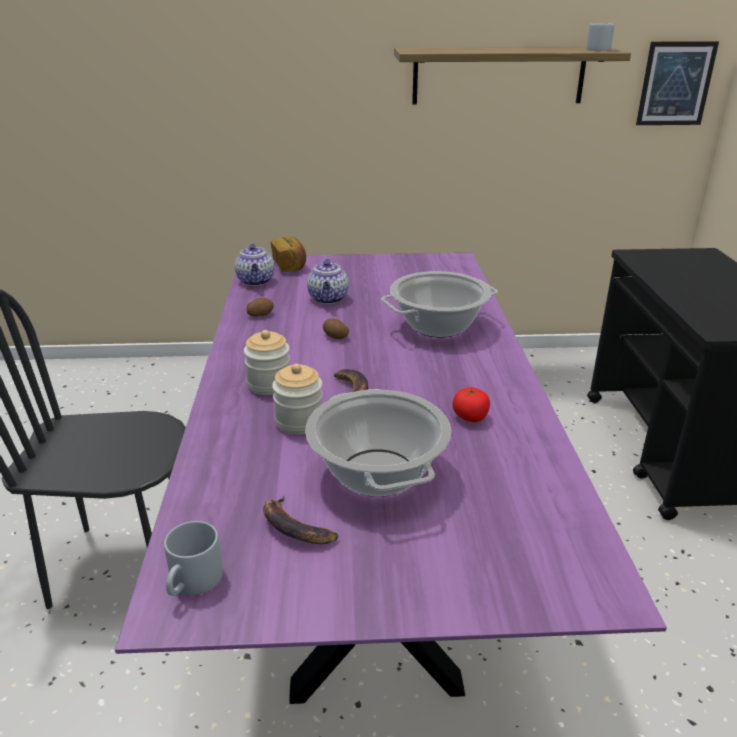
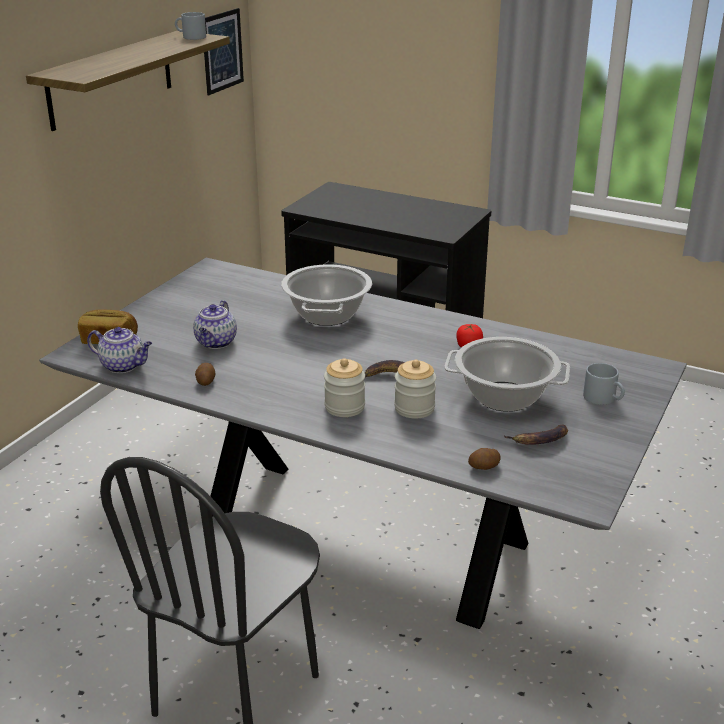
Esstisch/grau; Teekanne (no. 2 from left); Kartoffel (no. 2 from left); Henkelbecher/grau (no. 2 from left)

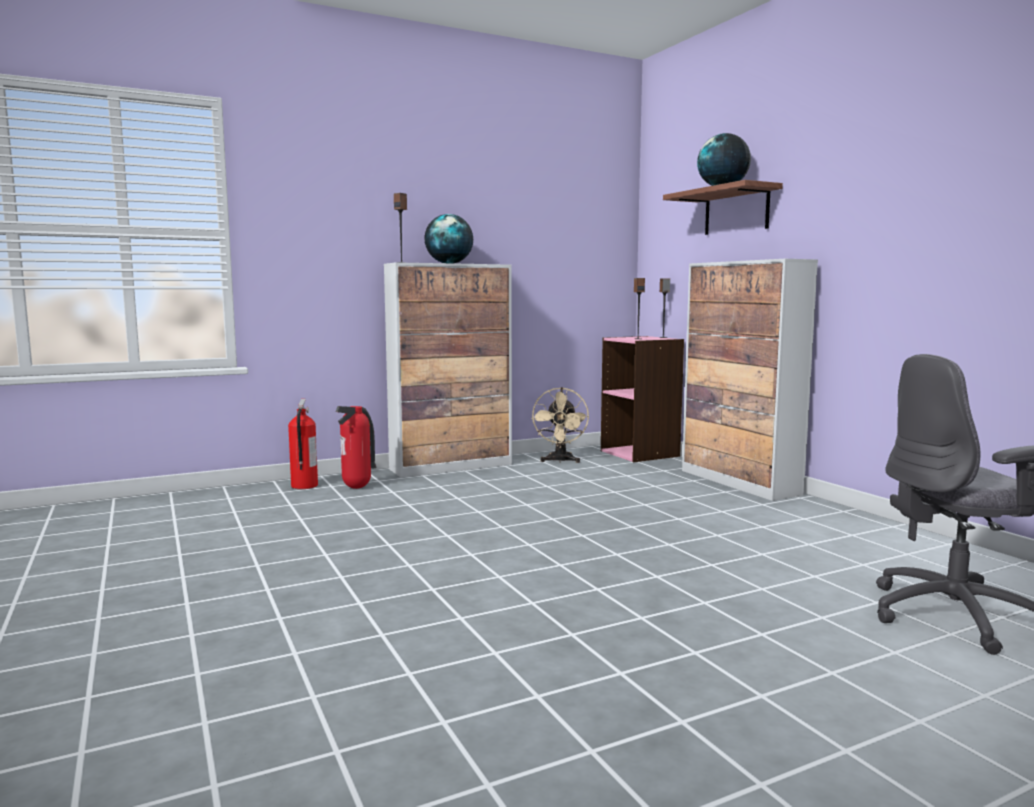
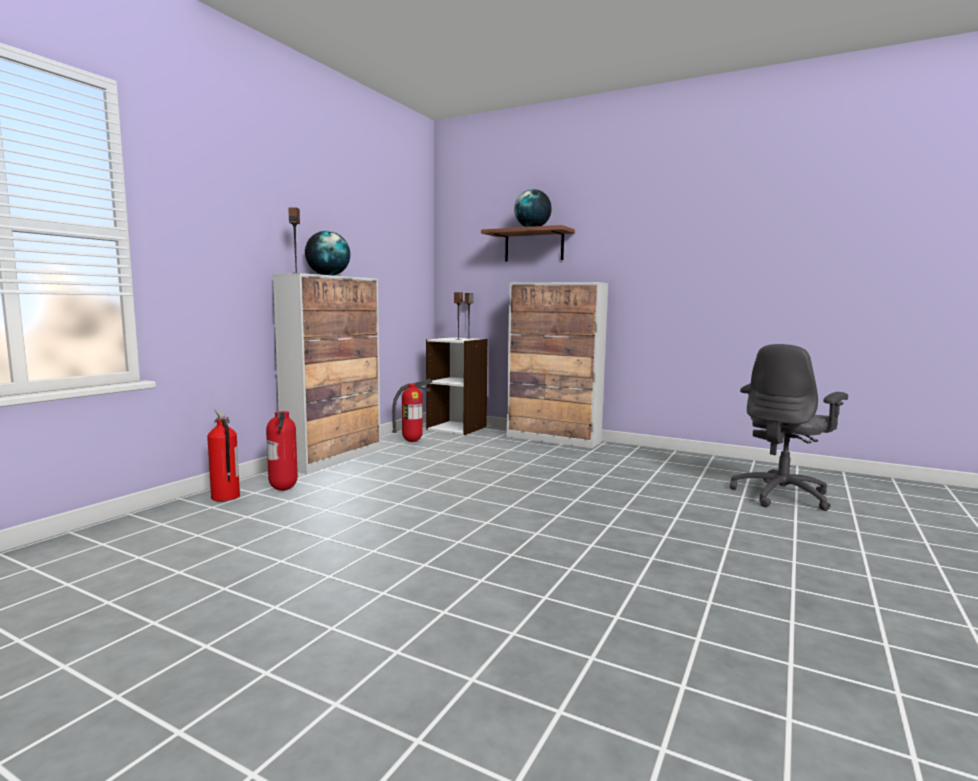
Bücherregal/weiß; Feuerlöscher (no. 3 from left)

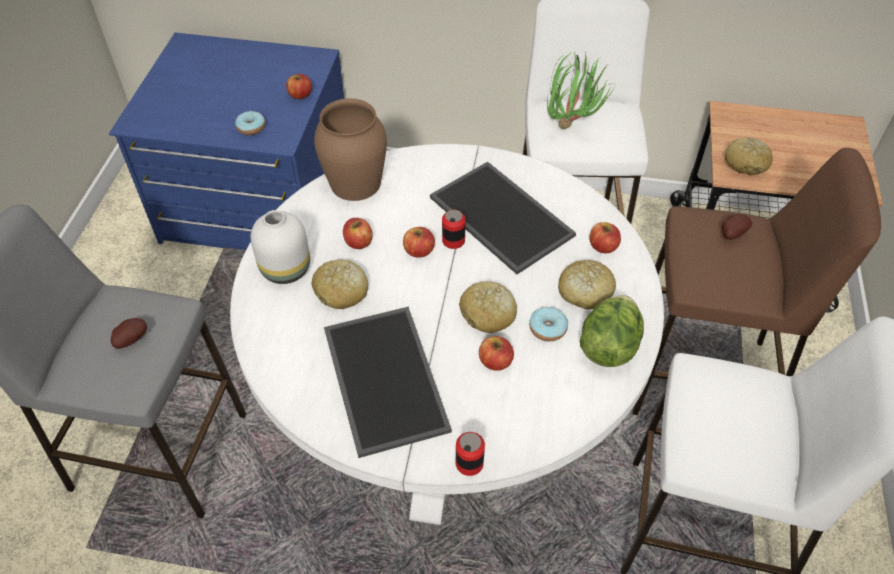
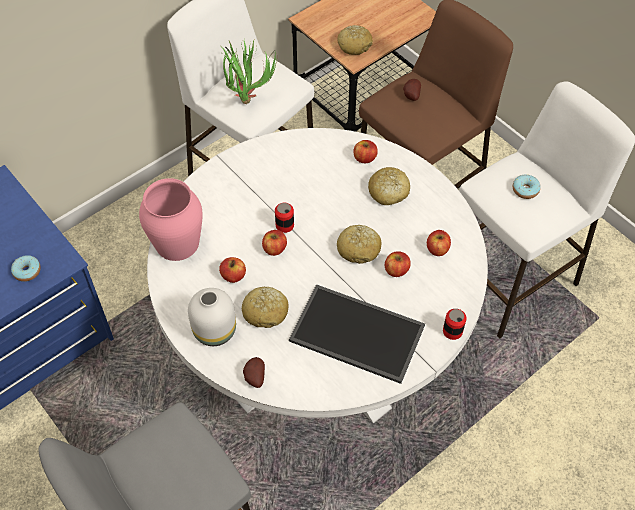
Apfel (no. 5 from left); Vase/rosa; Tablett (no. 2 from left in the first image); Salatkopf; Donut (no. 2 from left); Kartoffel (no. 1 from left)

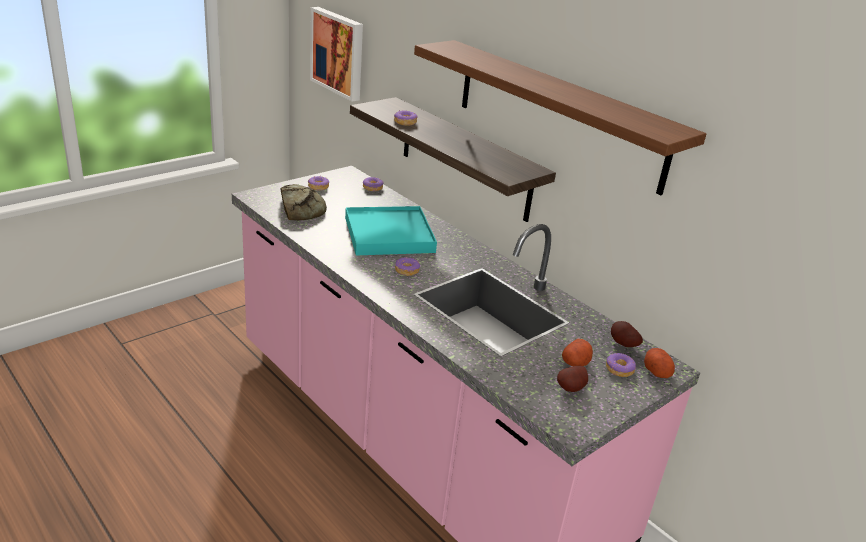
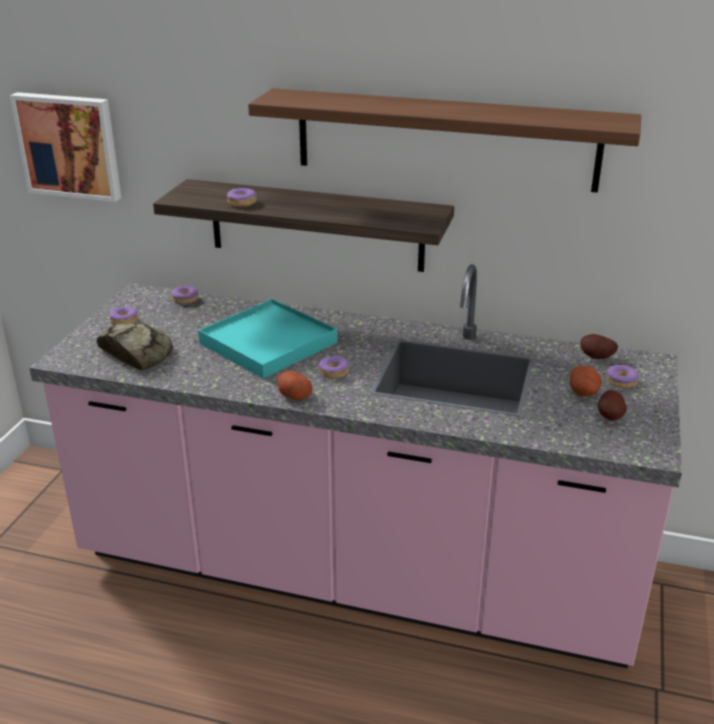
Kartoffel (no. 1 from left)

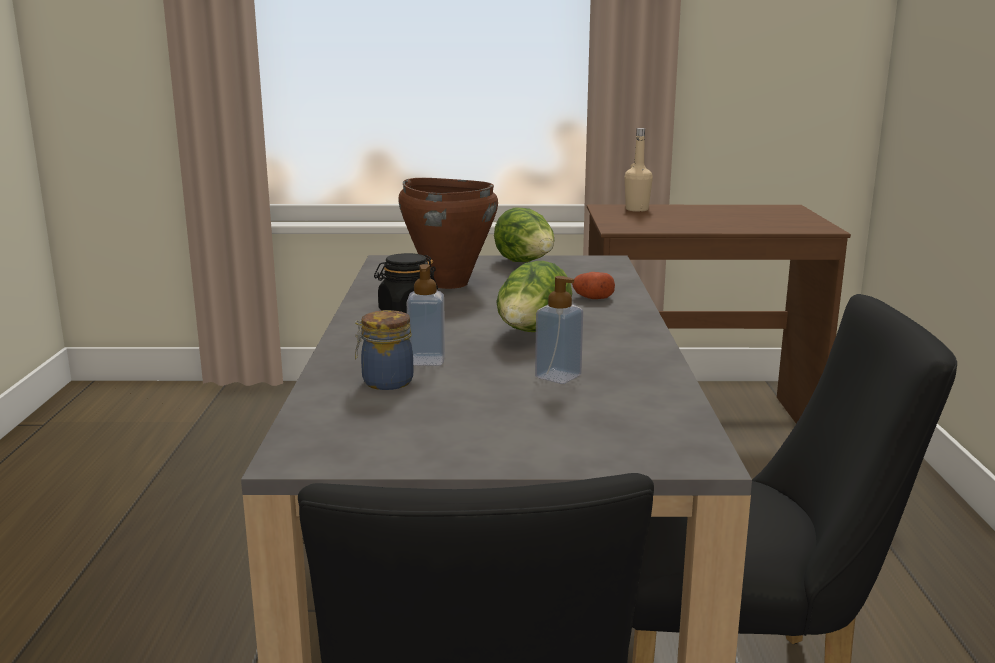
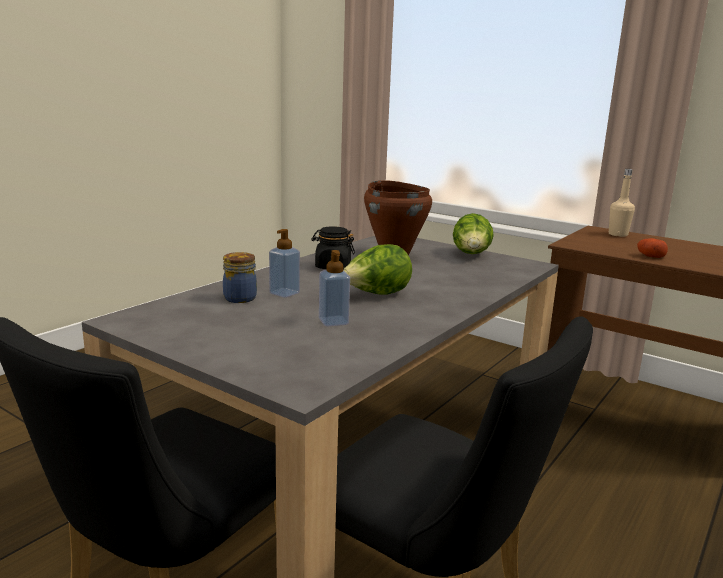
Kartoffel

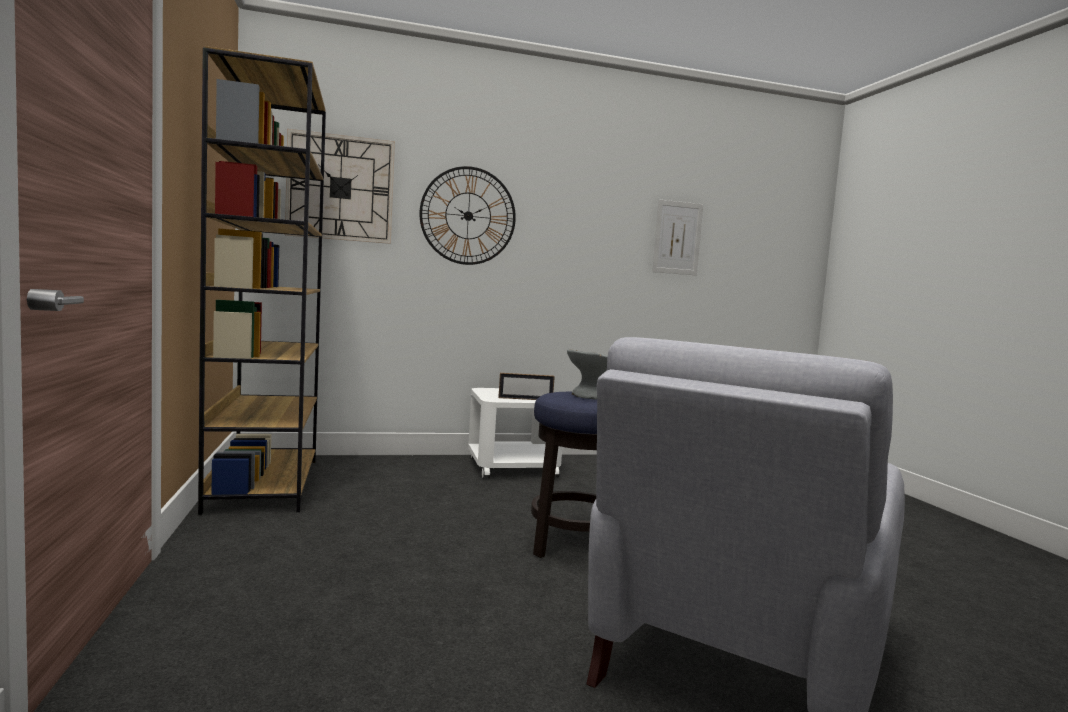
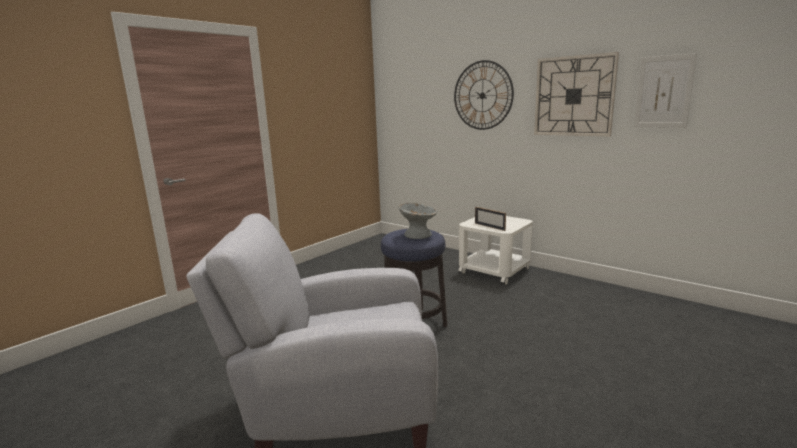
Bücherregal/braun; Wanduhr (no. 2 from left)

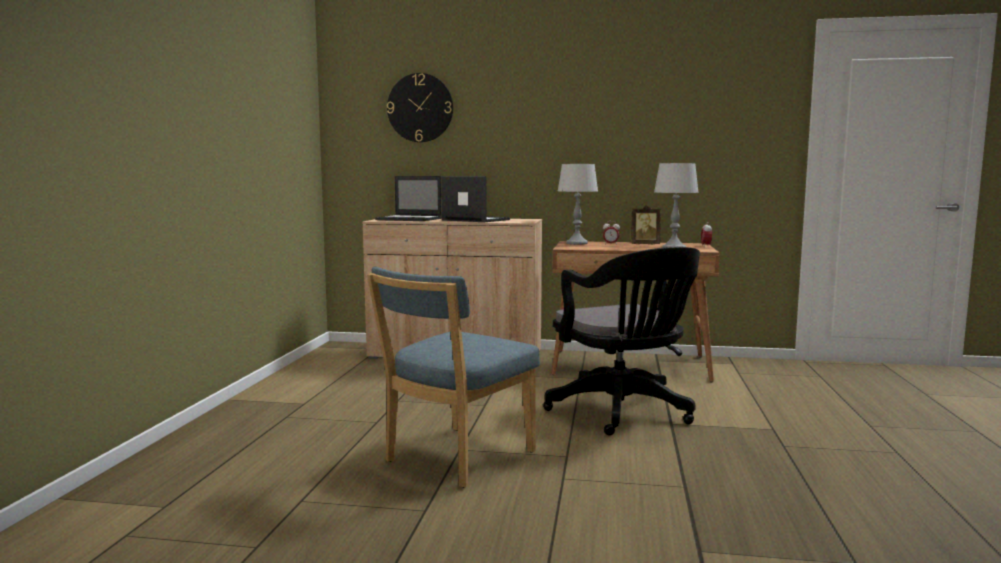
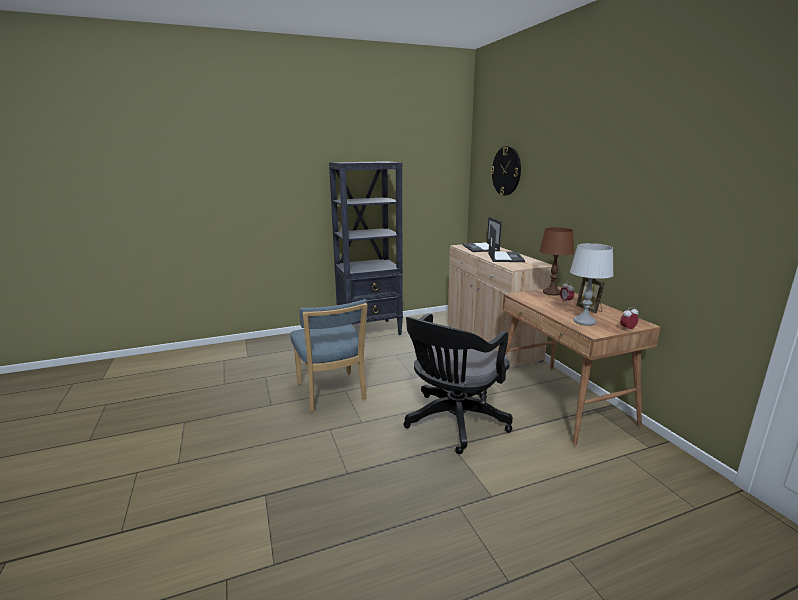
Tischlampe/braun; Stuhl/blau; Bücherregal/schwarz

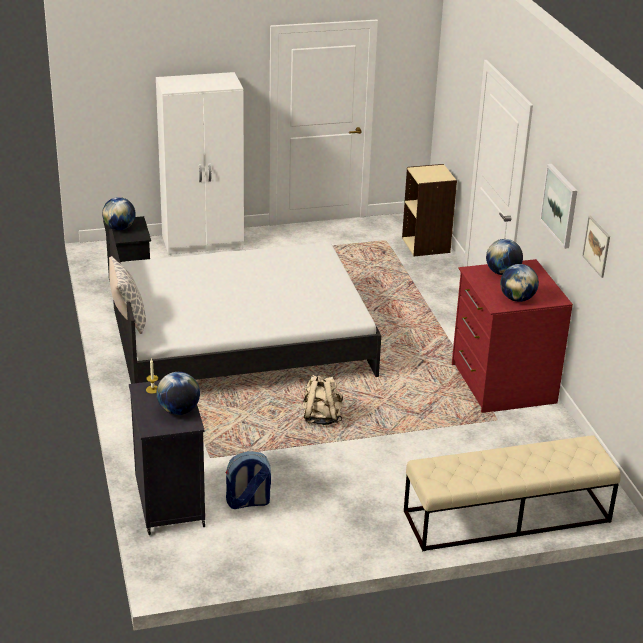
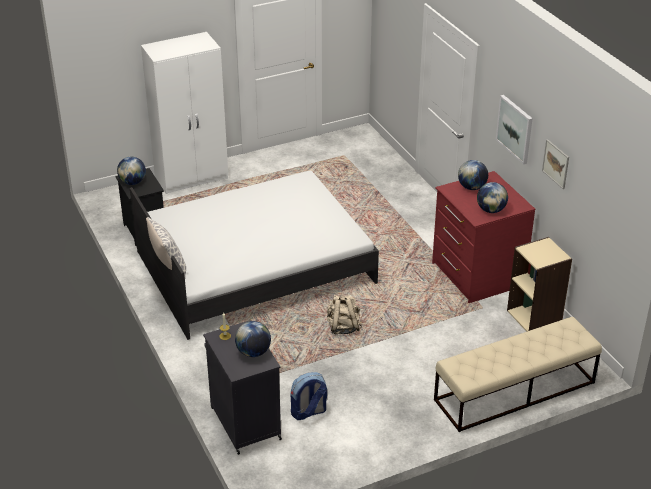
Bücherregal/beige

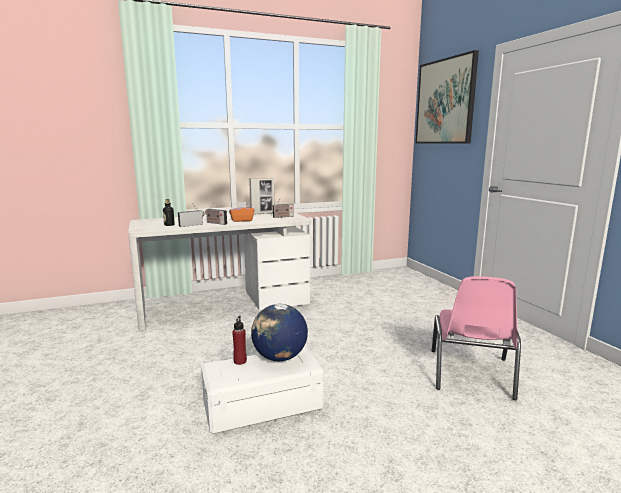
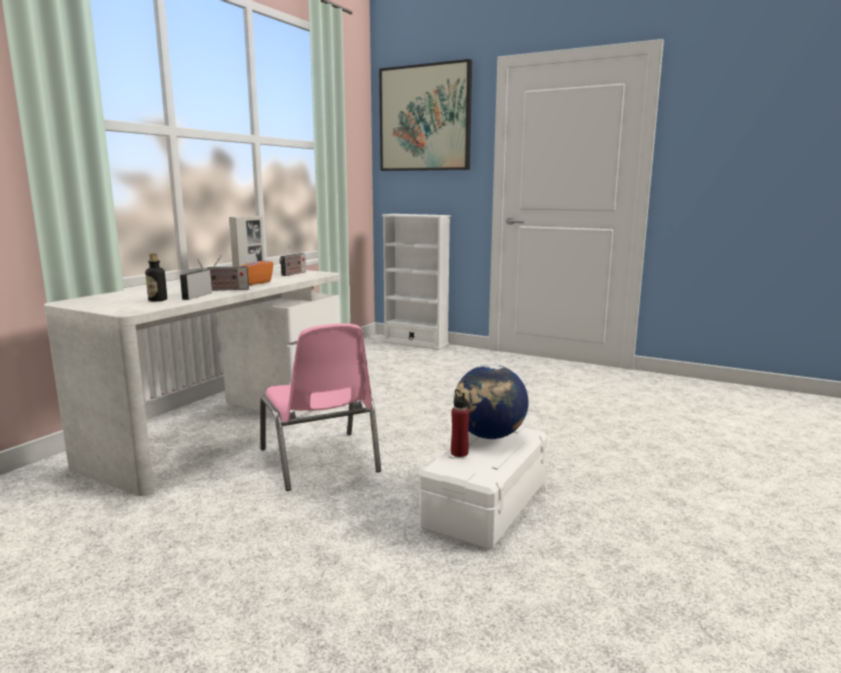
Stuhl/rosa; Bücherregal/weiß

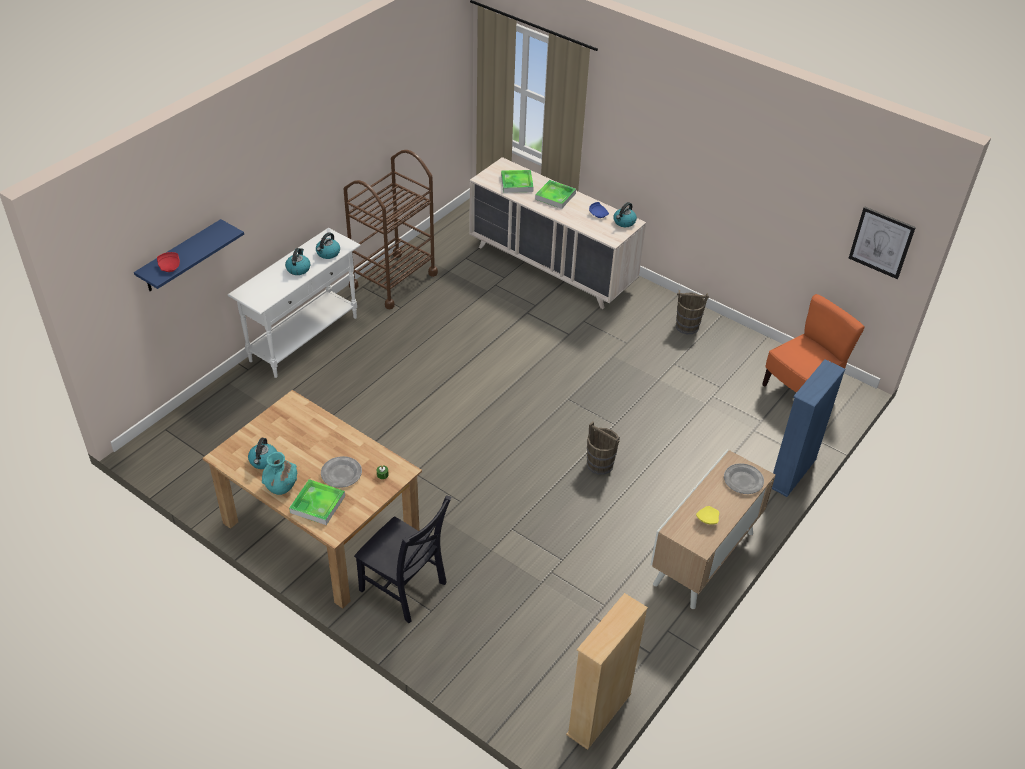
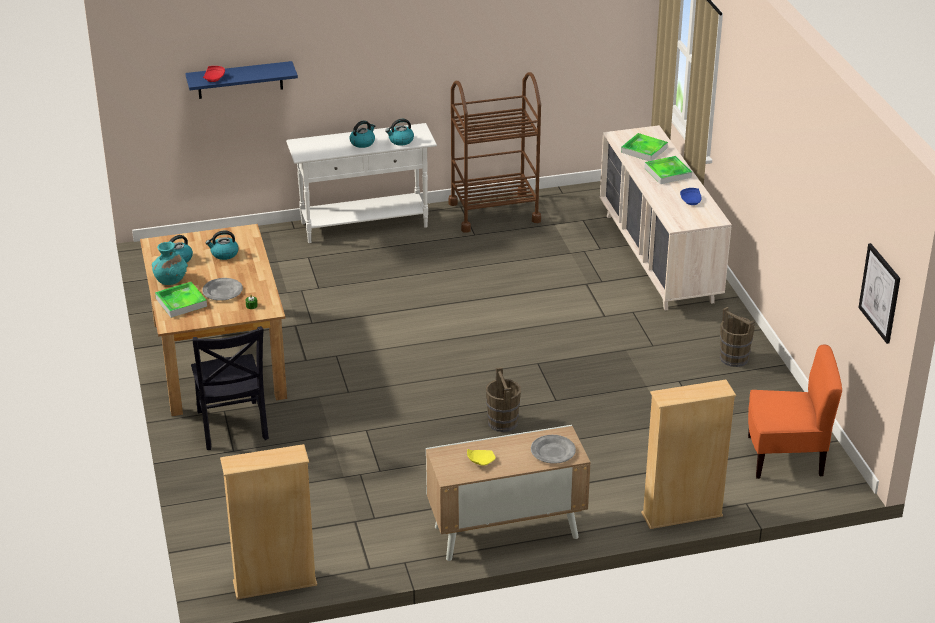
Wasserkessel (no. 2 from left); Bücherregal/beige (no. 2 from left)

